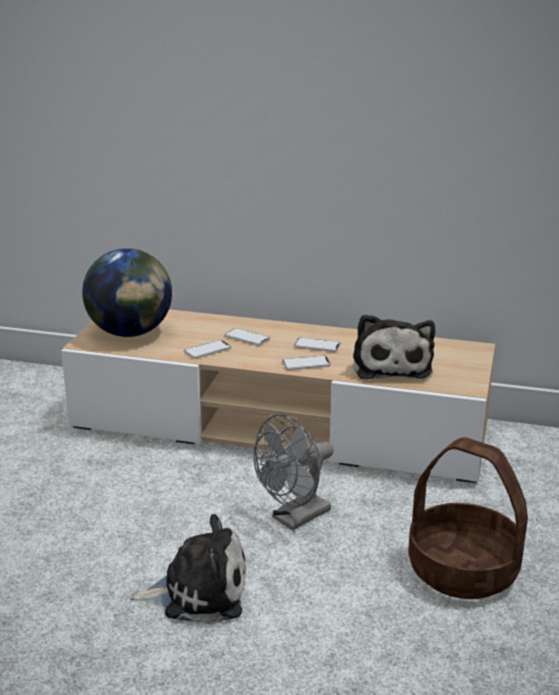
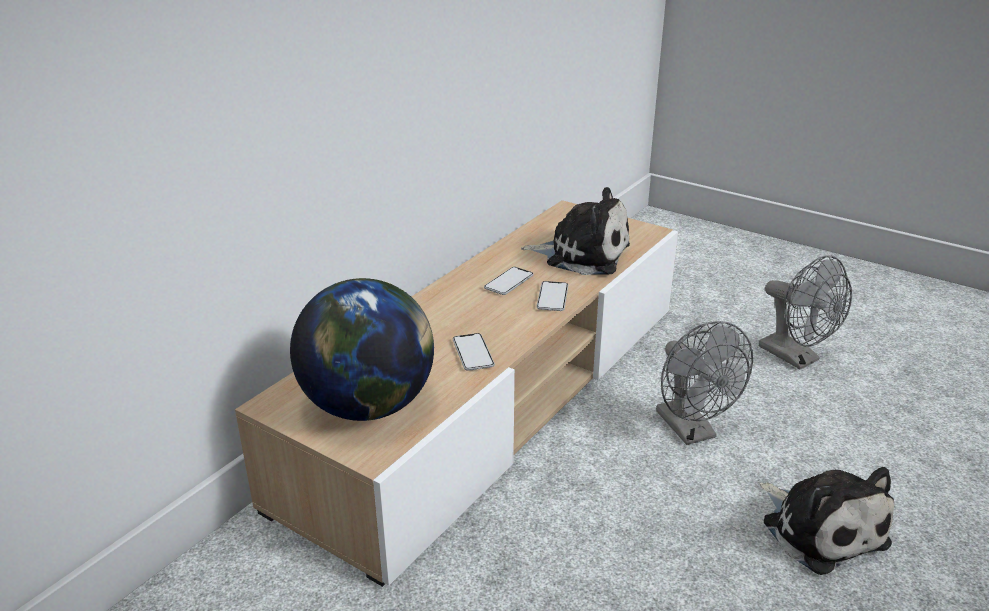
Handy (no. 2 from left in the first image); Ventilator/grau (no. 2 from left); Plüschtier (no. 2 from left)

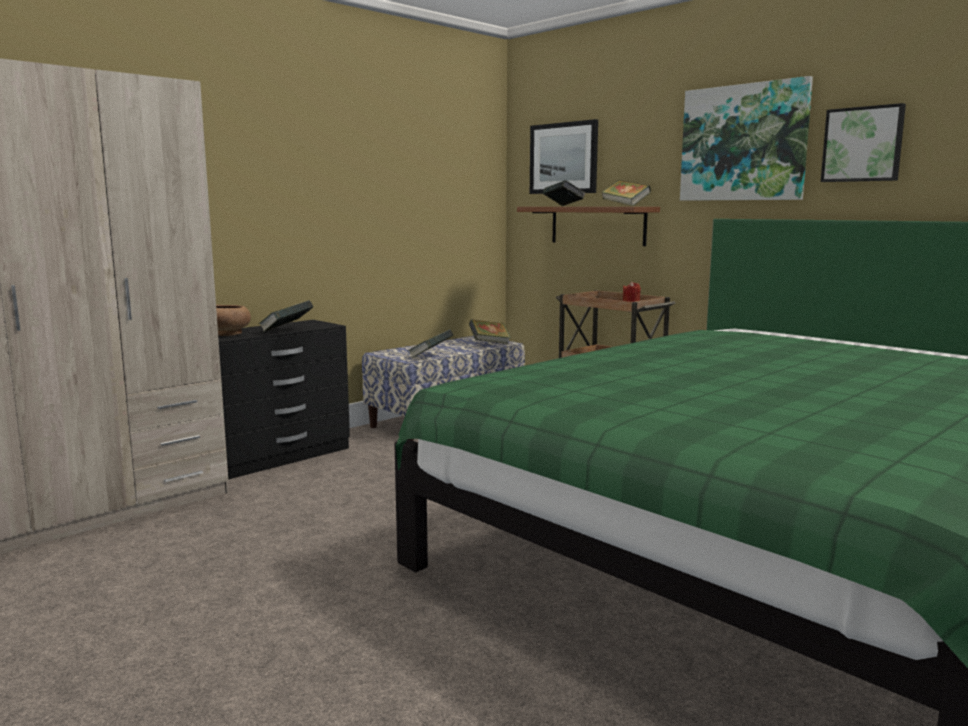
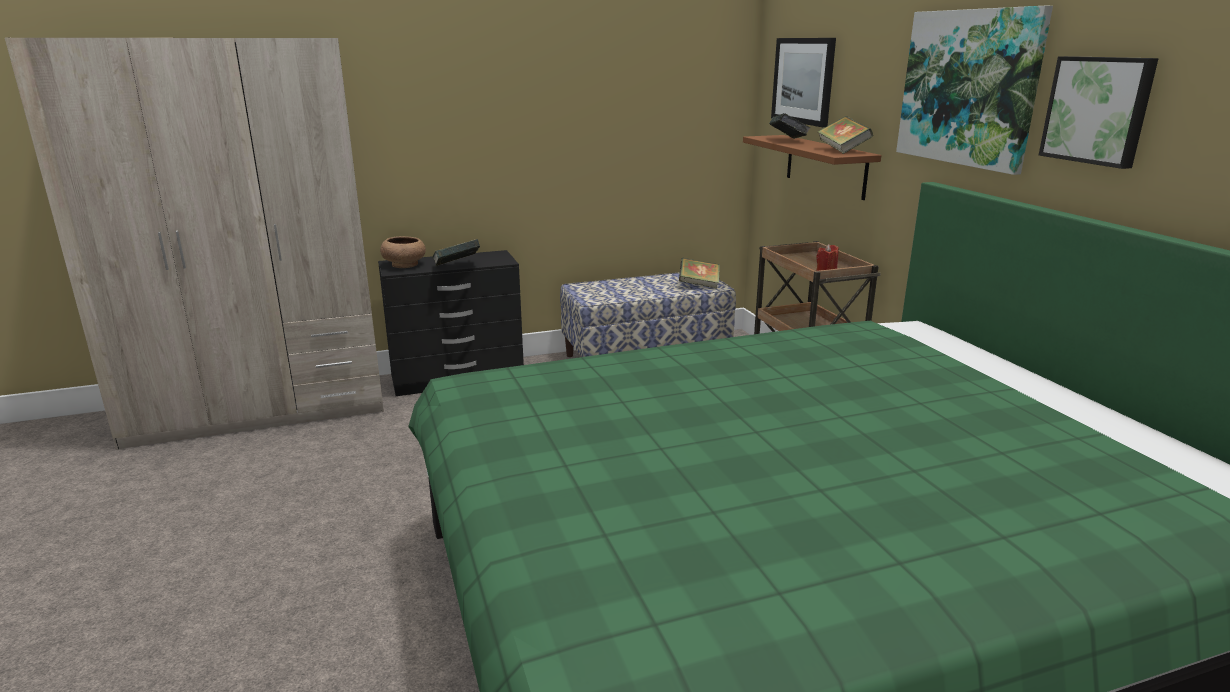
Buch (no. 2 from left in the first image)

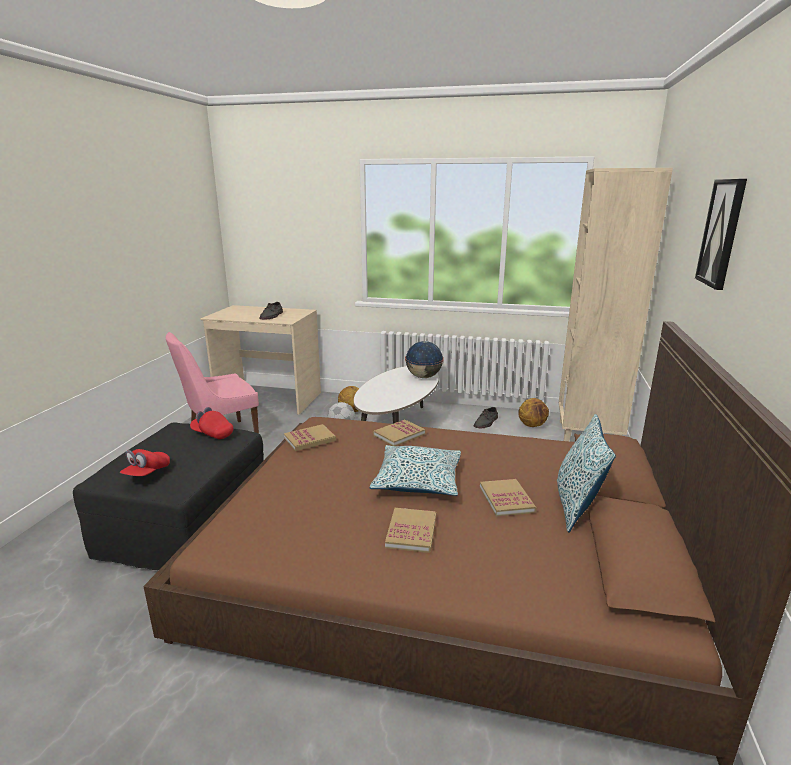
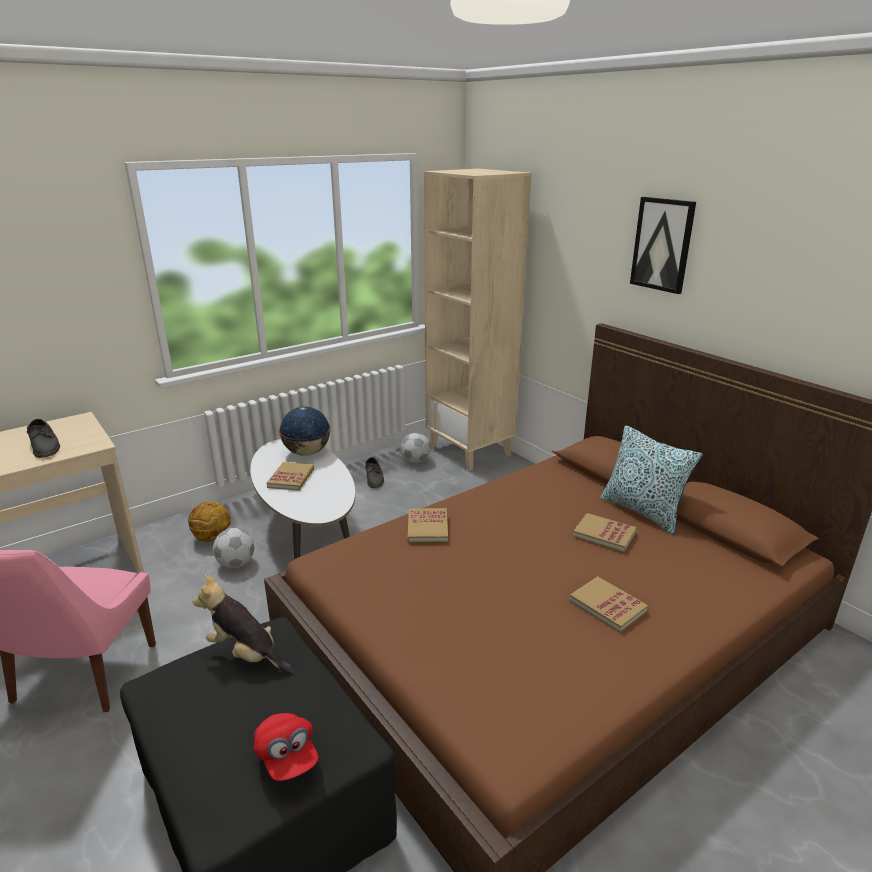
Fußball (no. 2 from left); Plüschtier; Buch (no. 1 from left); Kissen (no. 1 from left in the first image)

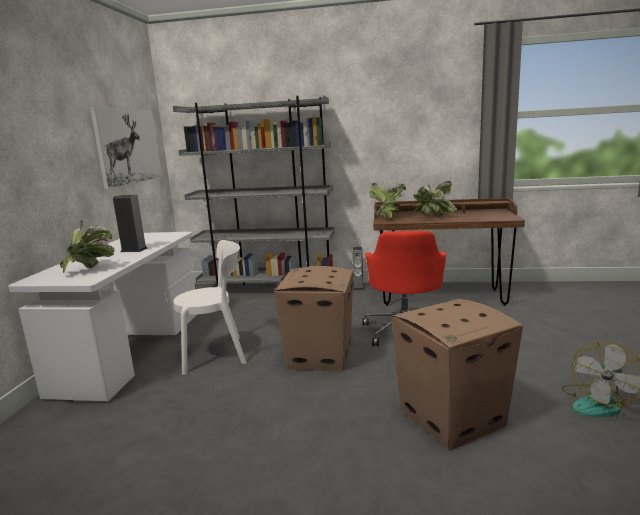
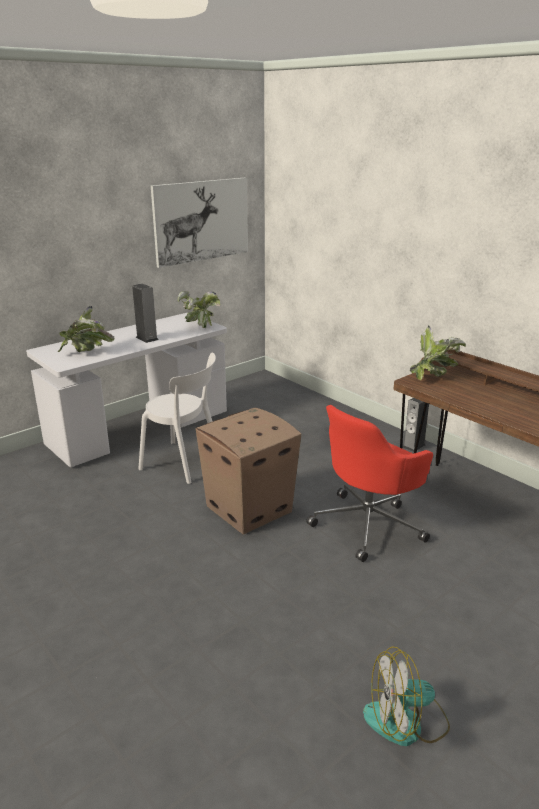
Bücherregal/grau; Topfpflanze (no. 2 from left); Karton (no. 2 from left in the first image)

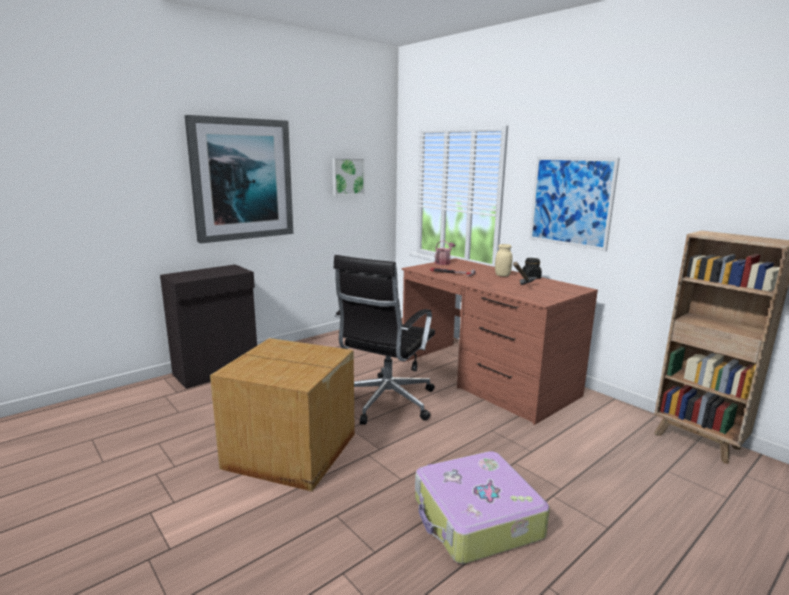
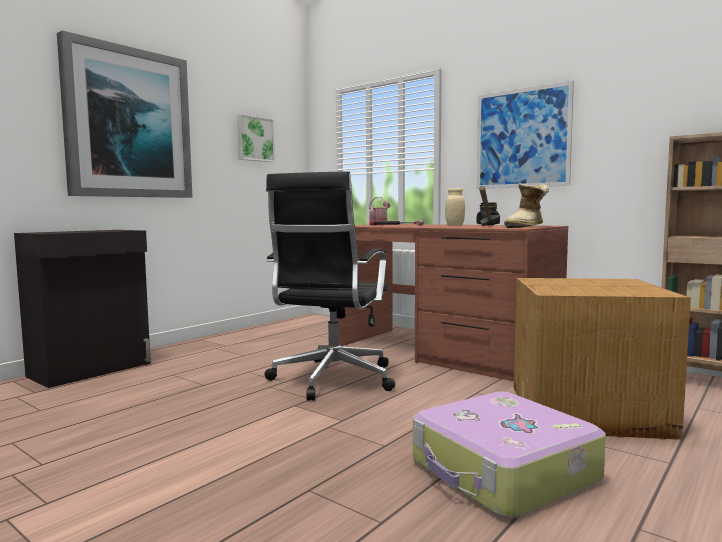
Karton; Stiefel

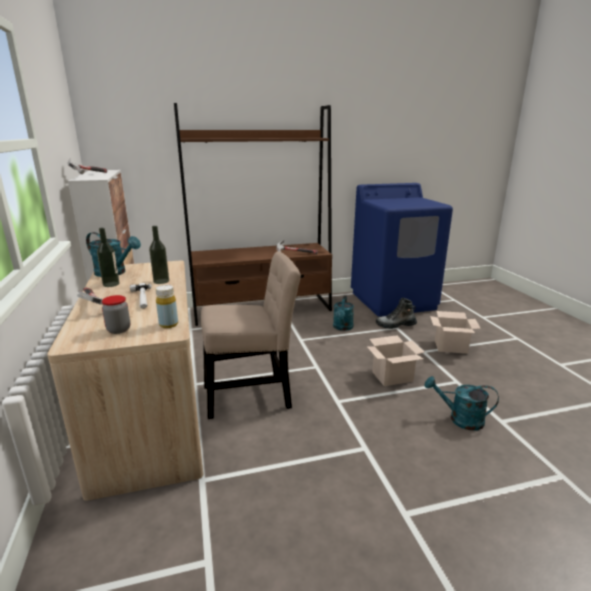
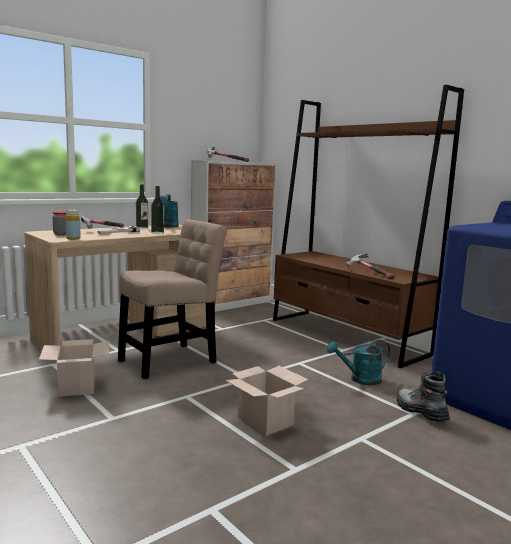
Stuhl/beige; Karton (no. 1 from left); Gießkanne/türkis (no. 3 from left in the first image)

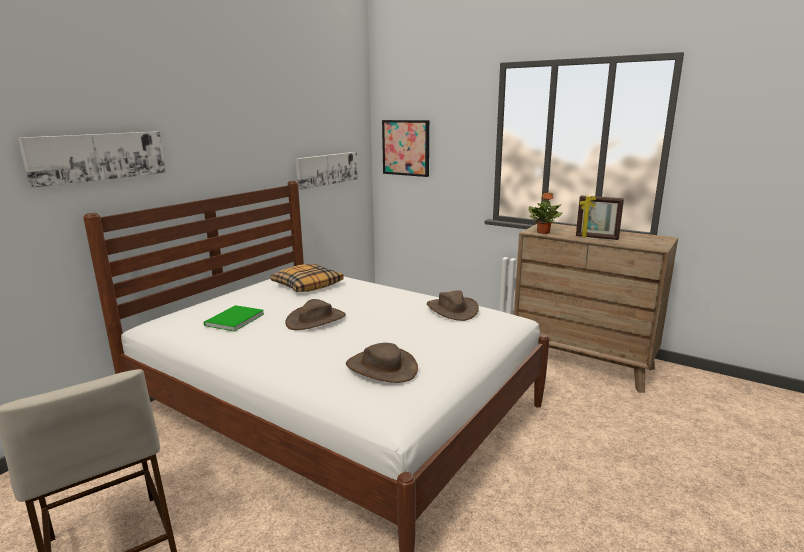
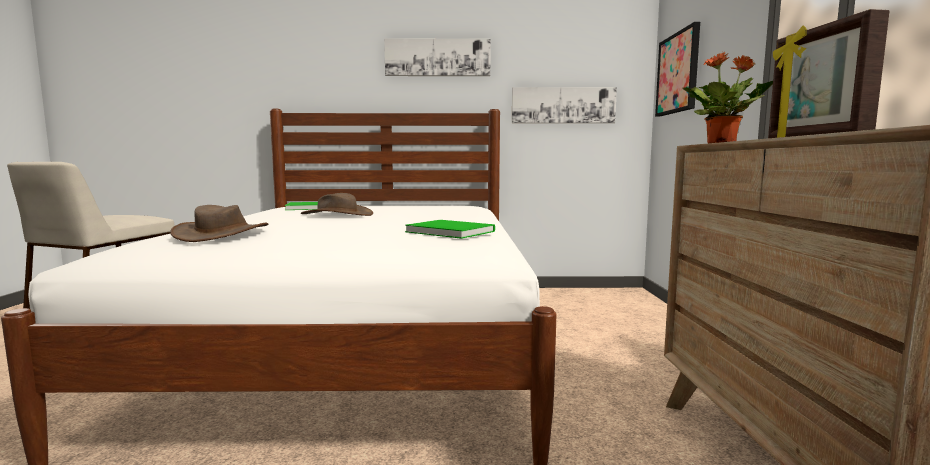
Bild (no. 1 from left); Kissen; Buch/grün (no. 2 from left)

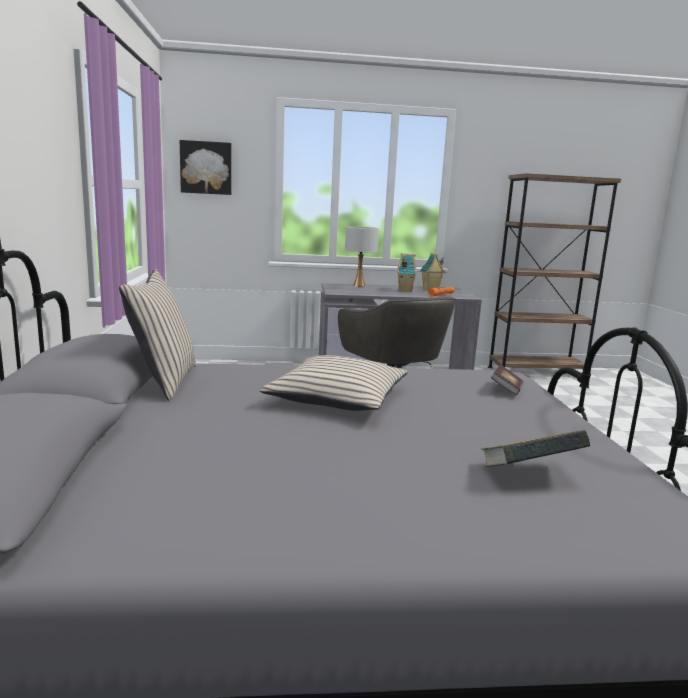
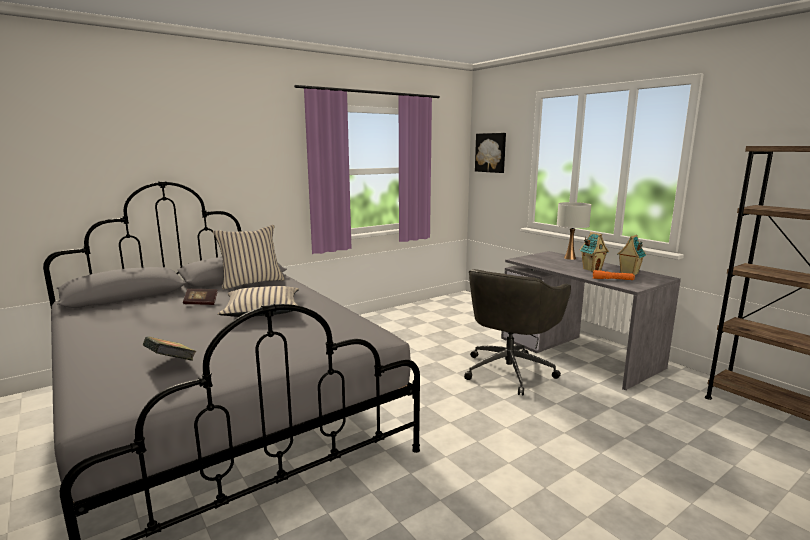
Buch (no. 2 from left)

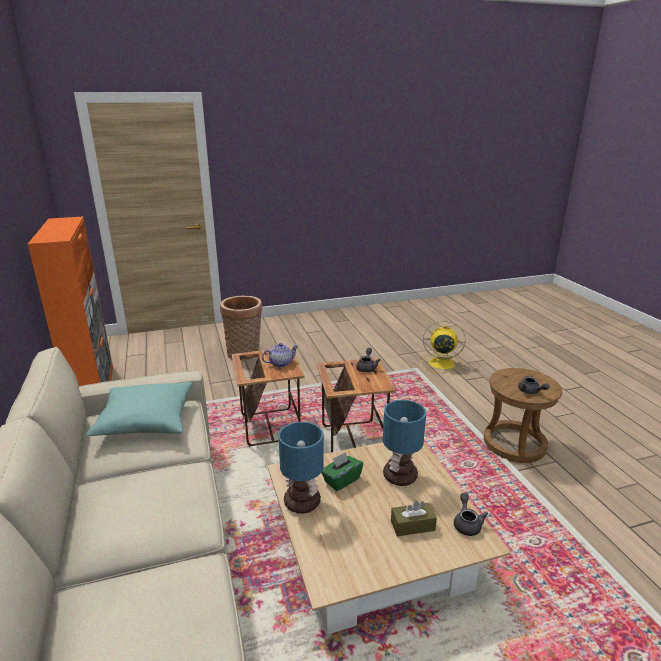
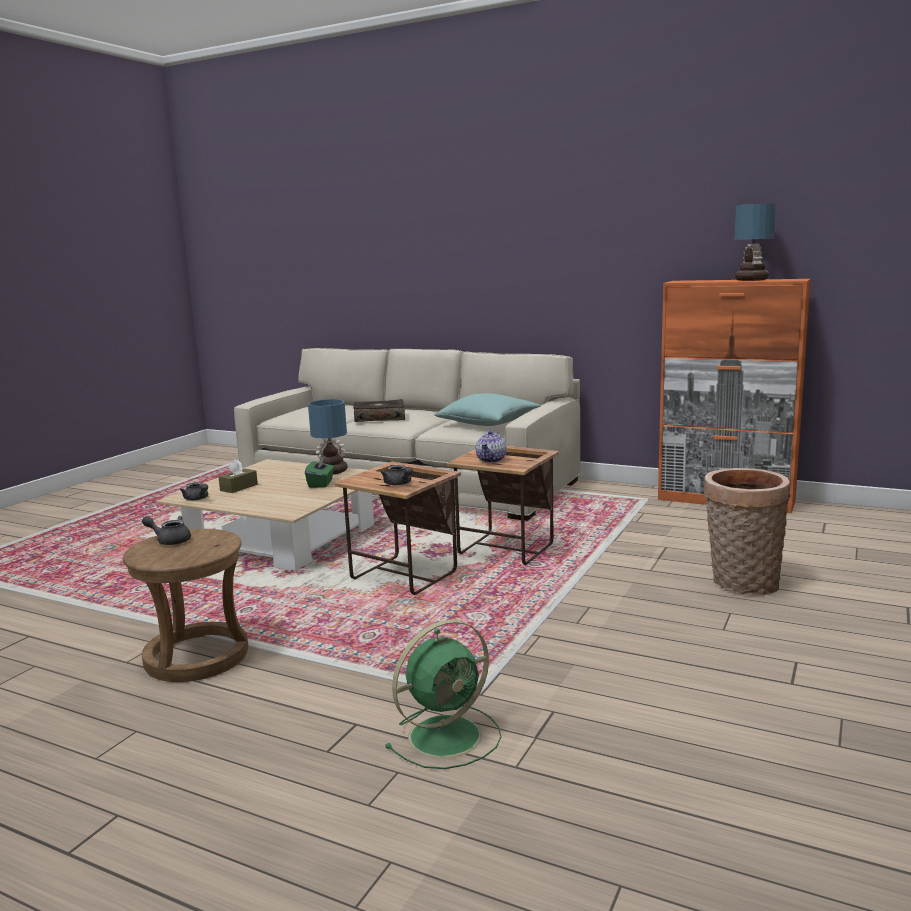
Ventilator/grün; Tischlampe (no. 2 from left); Buch

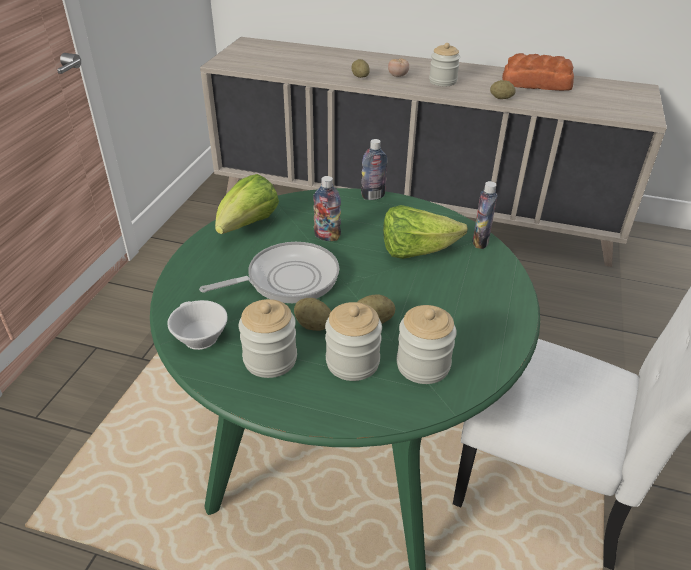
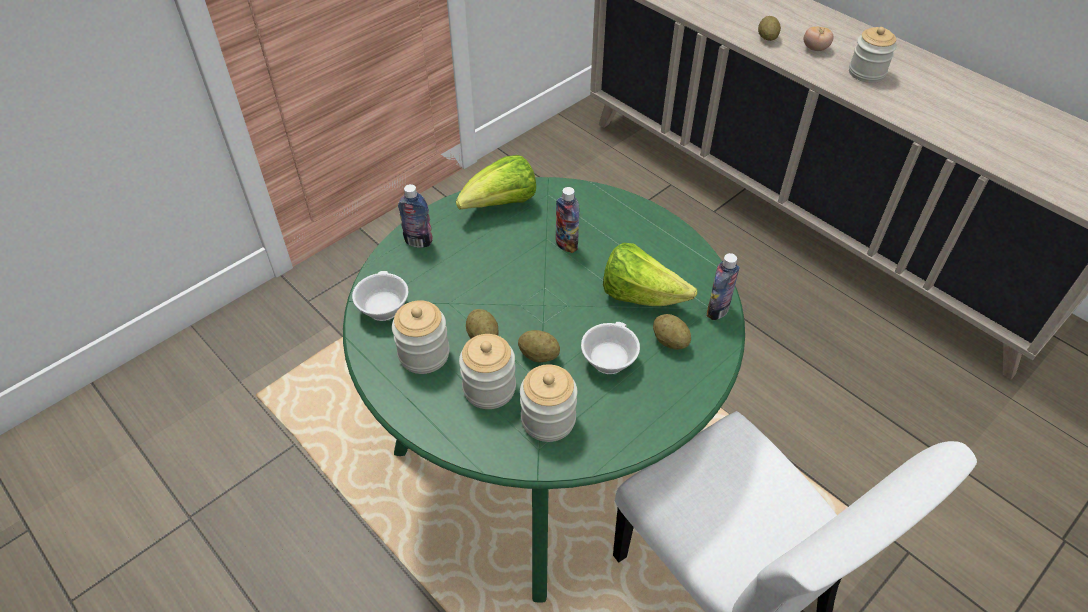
Brot; Kartoffel (no. 3 from left); Flasche (no. 1 from left); Pfanne; Tasse/weiß (no. 2 from left)

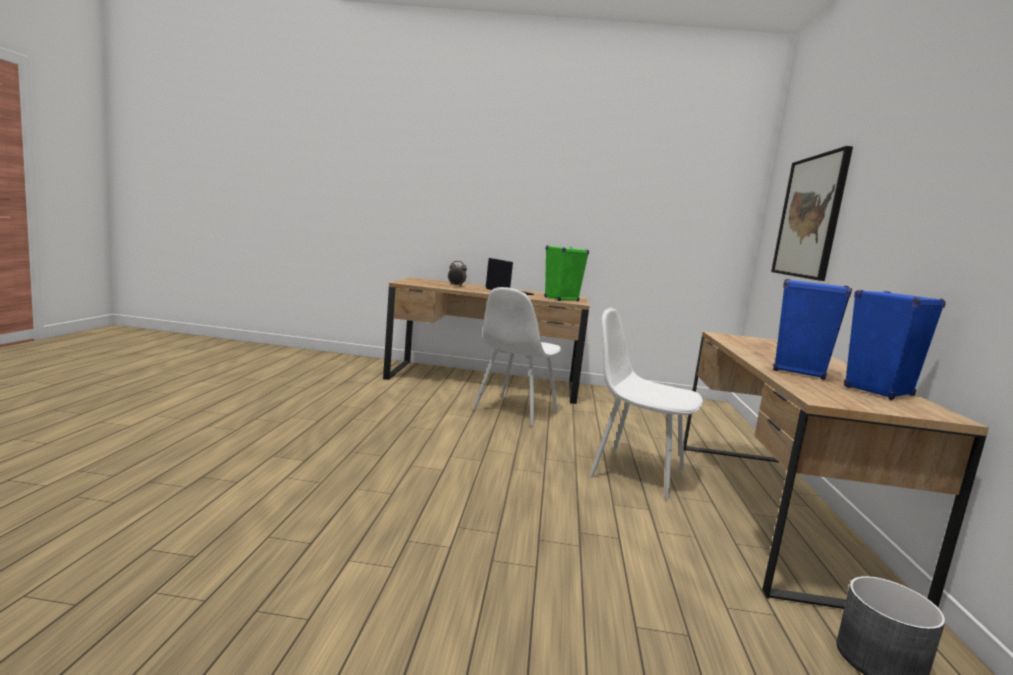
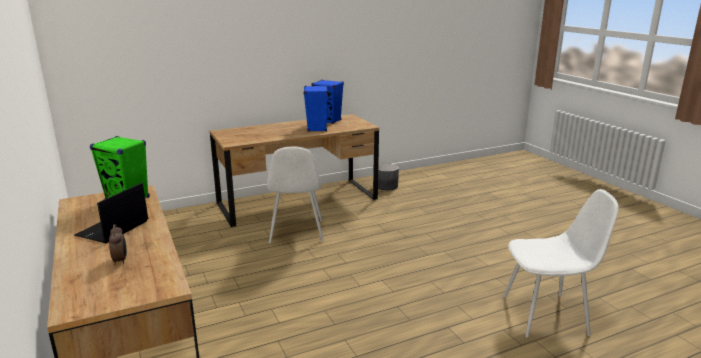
Bild; Stuhl/weiß (no. 2 from left)

